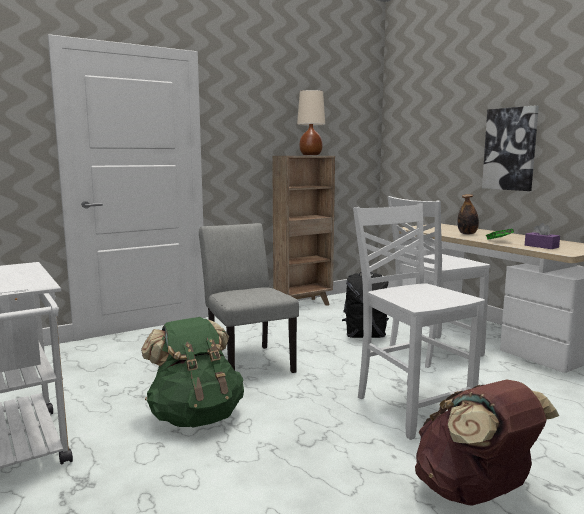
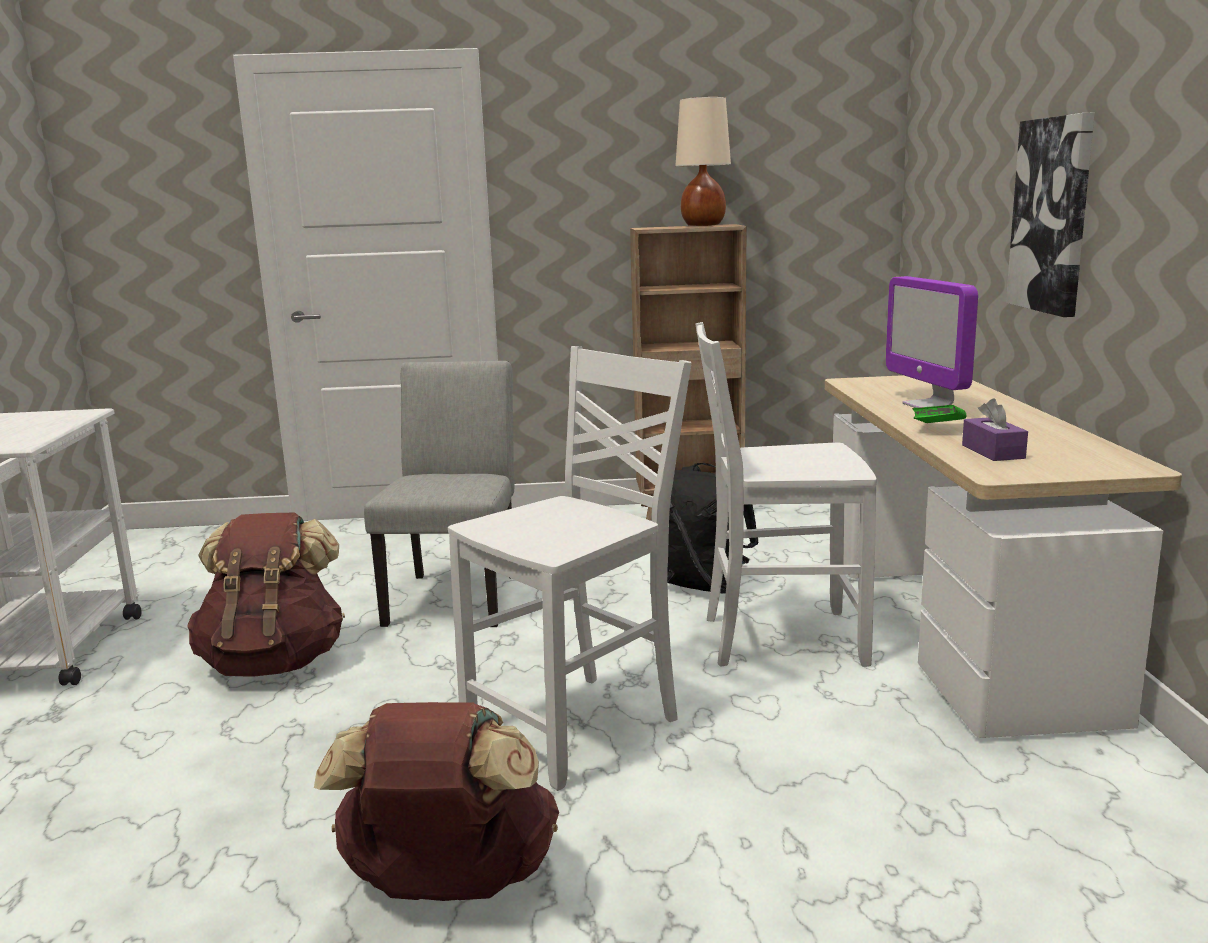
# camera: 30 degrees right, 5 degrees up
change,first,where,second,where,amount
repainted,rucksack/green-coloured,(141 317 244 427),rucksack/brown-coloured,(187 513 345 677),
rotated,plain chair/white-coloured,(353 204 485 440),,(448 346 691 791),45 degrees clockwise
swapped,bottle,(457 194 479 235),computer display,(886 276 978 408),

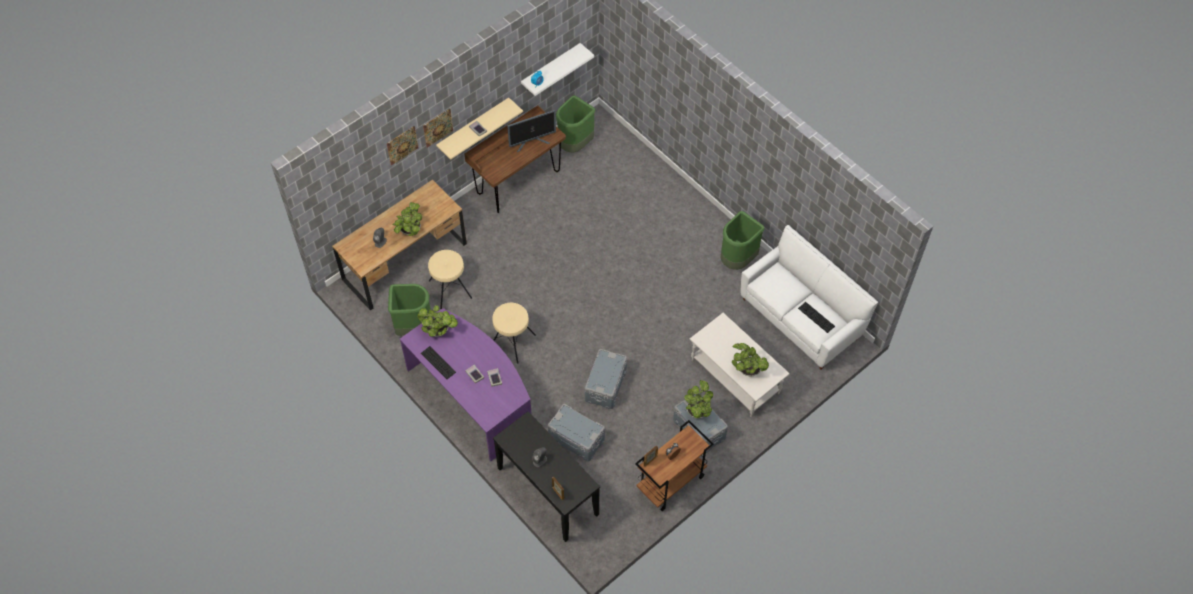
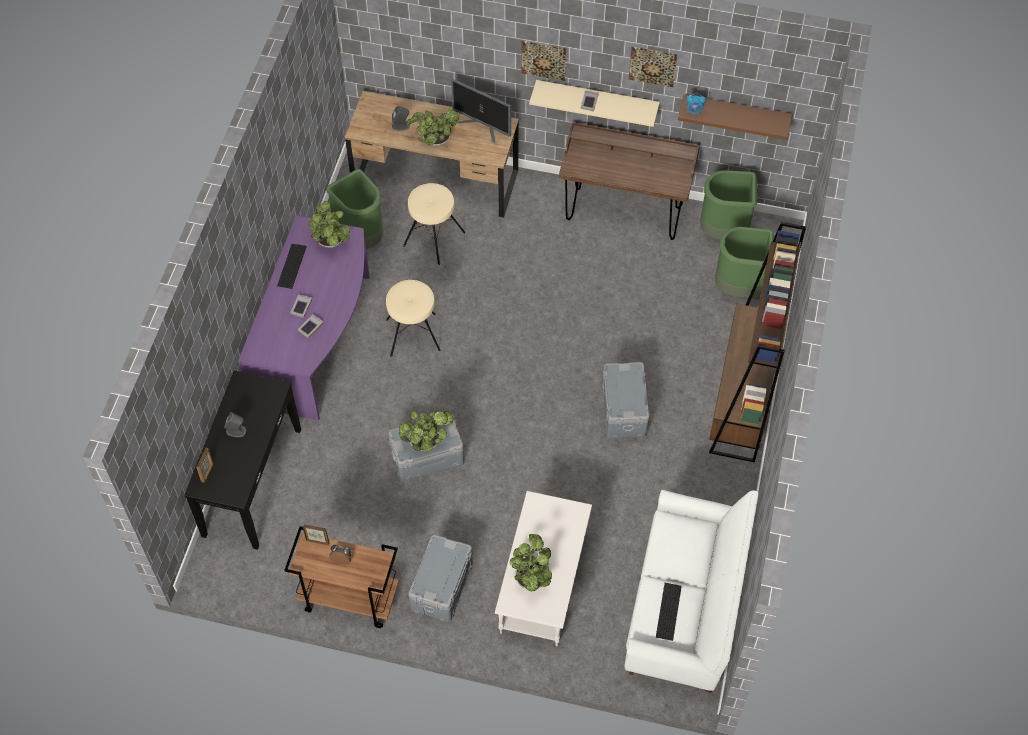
# camera: 55 degrees right, 0 degrees up
change,first,where,second,where,amount
shifted,houseplant,(684 380 713 418),,(399 411 454 452),
shifted,computer display,(507 110 556 152),,(451 78 511 143),
shifted,storage container/greyish,(548 404 605 461),,(602 362 650 438),
shifted,wall picture,(387 126 418 166),,(629 46 677 87),
repainted,bracket shelf/white-coloured,(521 43 594 96),bracket shelf/brown-coloured,(678 95 792 140),
new,,,bookcase/brown-coloured,(709 222 806 463),
shifted,waste bin/green-coloured,(721 211 765 270),,(715 227 774 300),

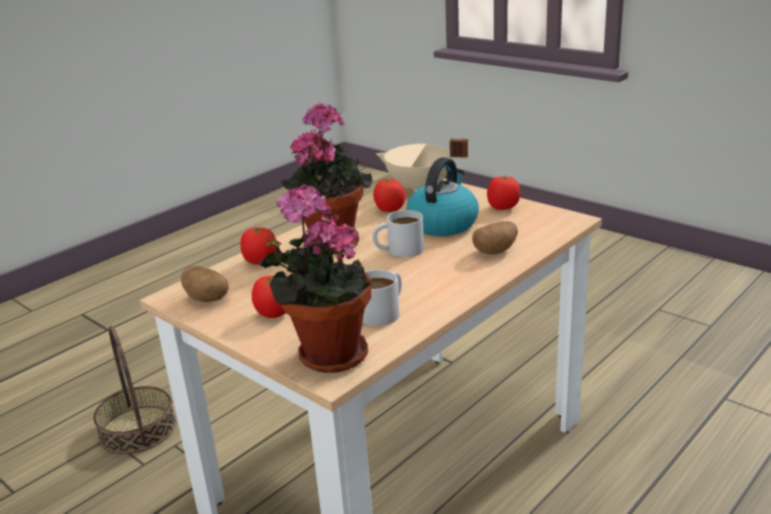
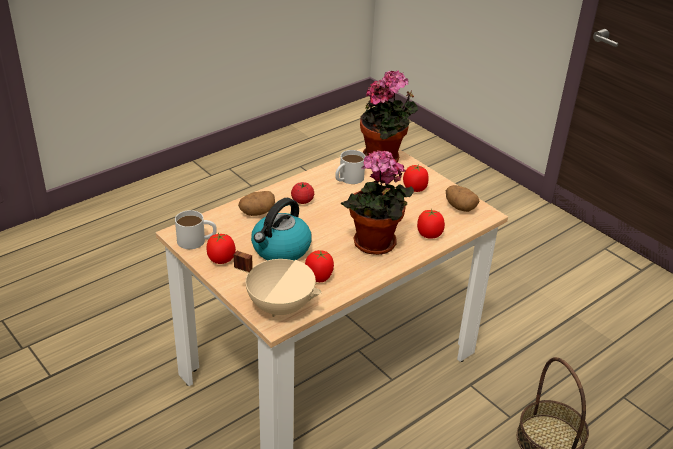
# camera: 175 degrees left, 10 degrees up
change,first,where,second,where,amount
shifted,tea mug/white-coloured,(373 210 424 257),,(175 210 217 249),
new,,,whole tomato,(291 182 314 204),

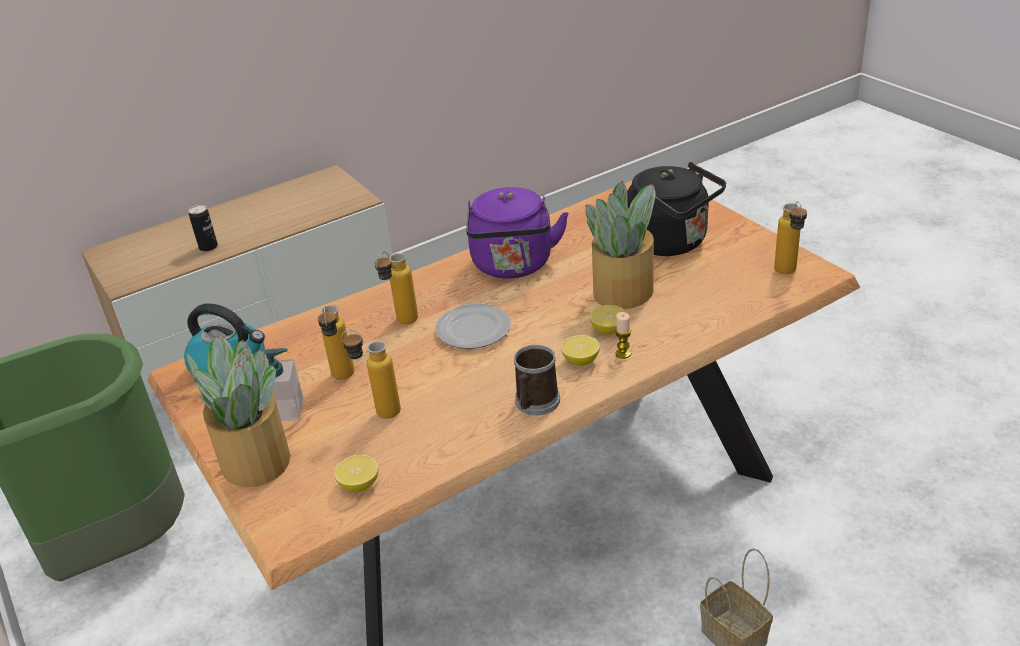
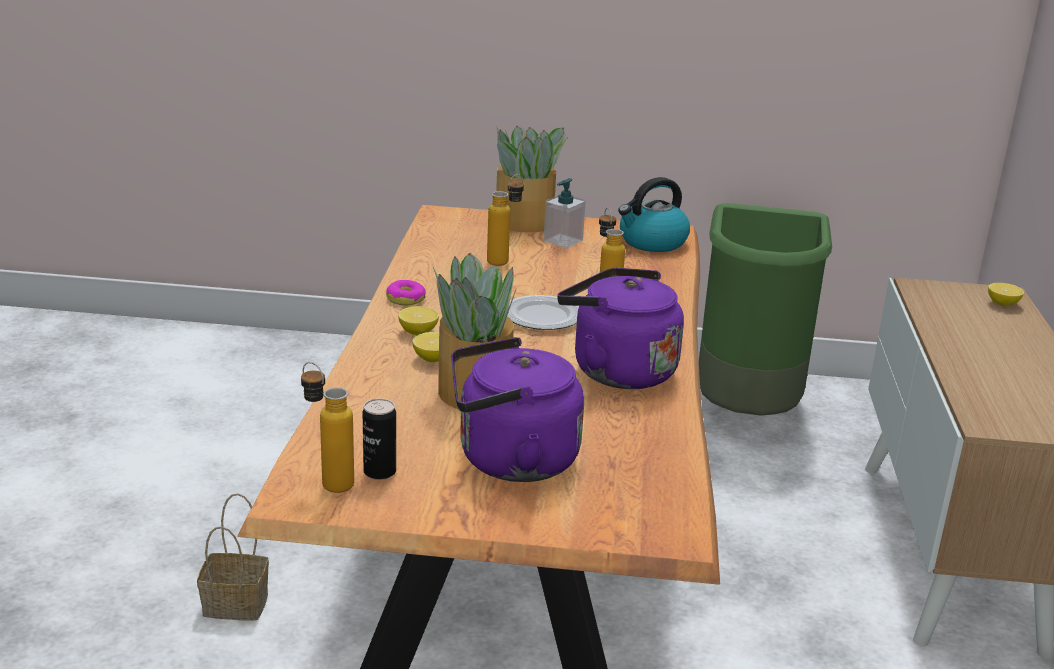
# camera: 125 degrees right, 10 degrees down
change,first,where,second,where,amount
shifted,sealed can,(188 205 218 252),,(363 398 396 480),
swapped,tea mug,(514 345 560 415),donut,(386 280 426 305),
repainted,water kettle/blackish,(627 162 726 256),water kettle/purple-coloured,(451 337 584 482),
shifted,lemon,(334 454 378 492),,(988 283 1024 306),
gone,bottle,(318 305 354 380),,,
gone,candle,(615 312 631 359),,,

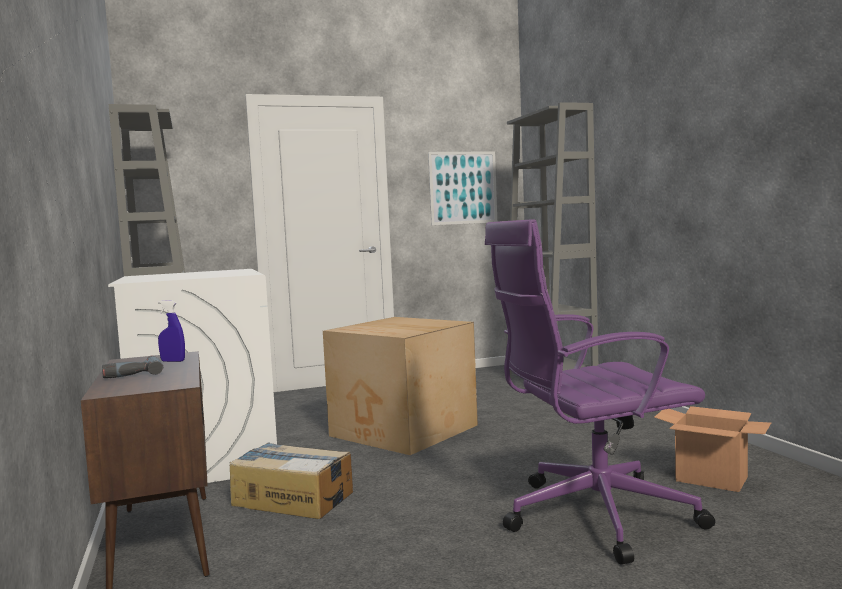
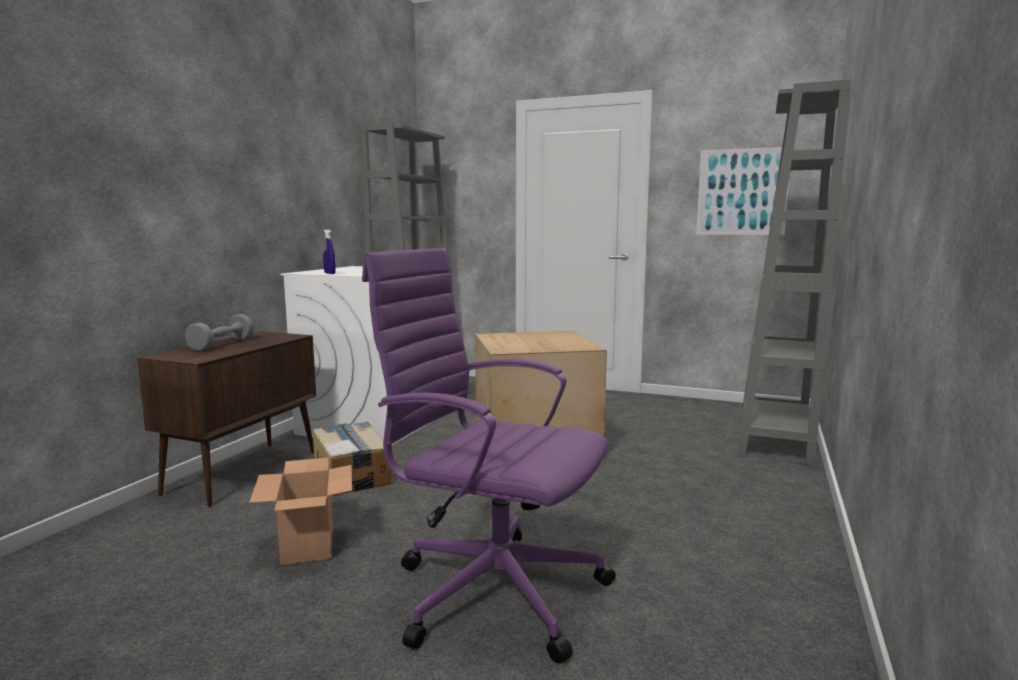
# camera: 40 degrees right, 5 degrees up
change,first,where,second,where,amount
swapped,power drill,(102 355 163 378),hand weight/greyish,(185 314 254 351),
shifted,packing box,(654 406 771 492),,(249 457 352 565),
shifted,sprayer/blue,(158 300 185 362),,(323 229 336 274),

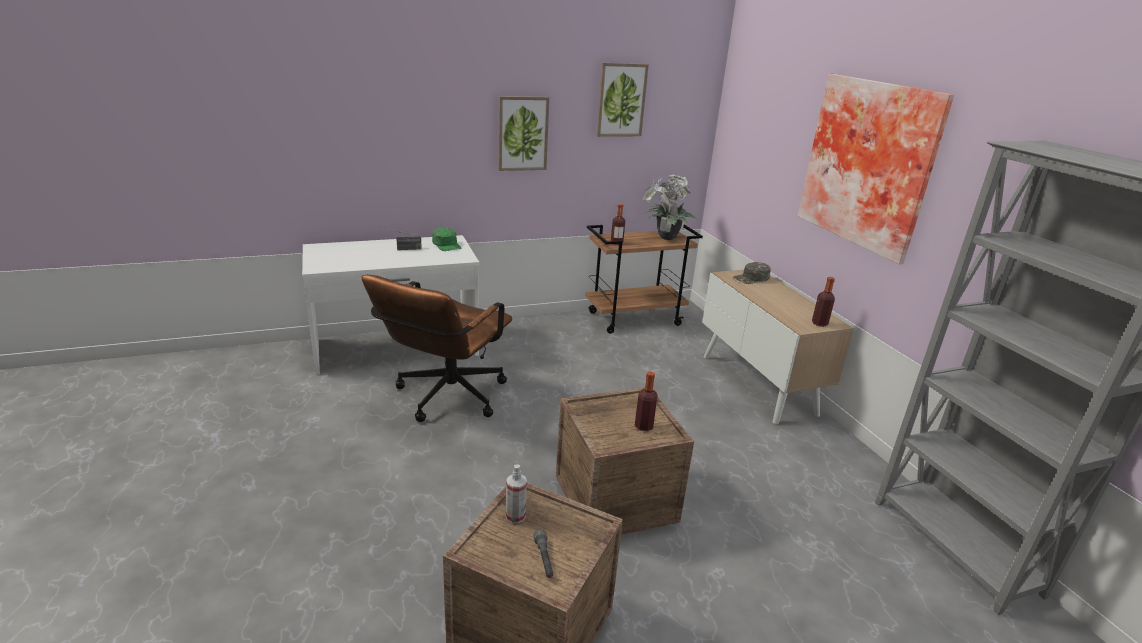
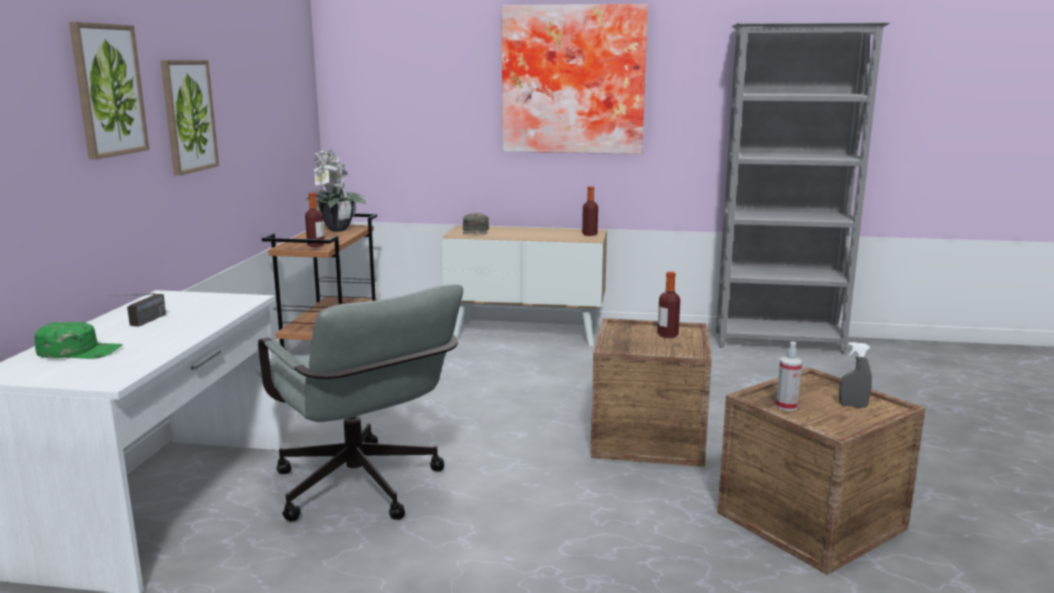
# camera: 60 degrees left, 10 degrees down
change,first,where,second,where,amount
shifted,peaked cap/green-coloured,(432 227 461 251),,(34 322 123 359),
shifted,wall picture,(596 63 649 137),,(69 22 149 160),
repainted,computer chair/brown-coloured,(361 275 512 422),computer chair/greyish,(256 284 463 522),
swapped,torch/greyish,(534 530 553 578),sprayer/greyish,(839 342 872 408),

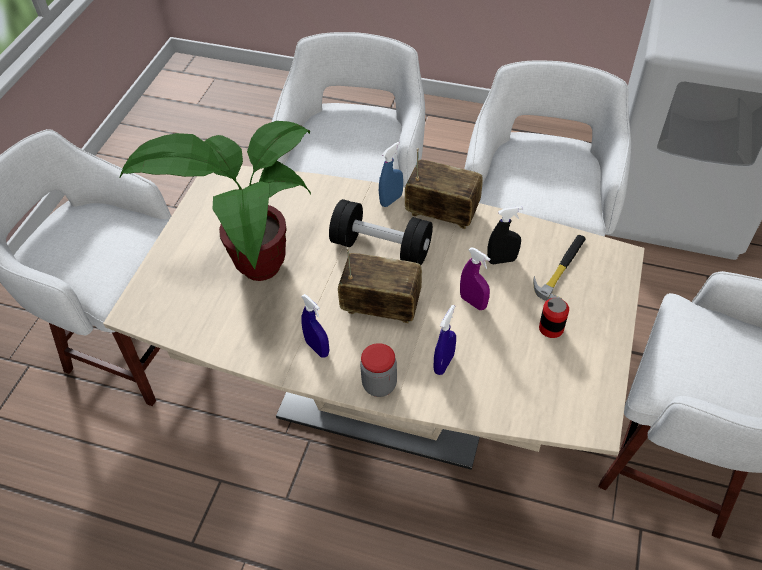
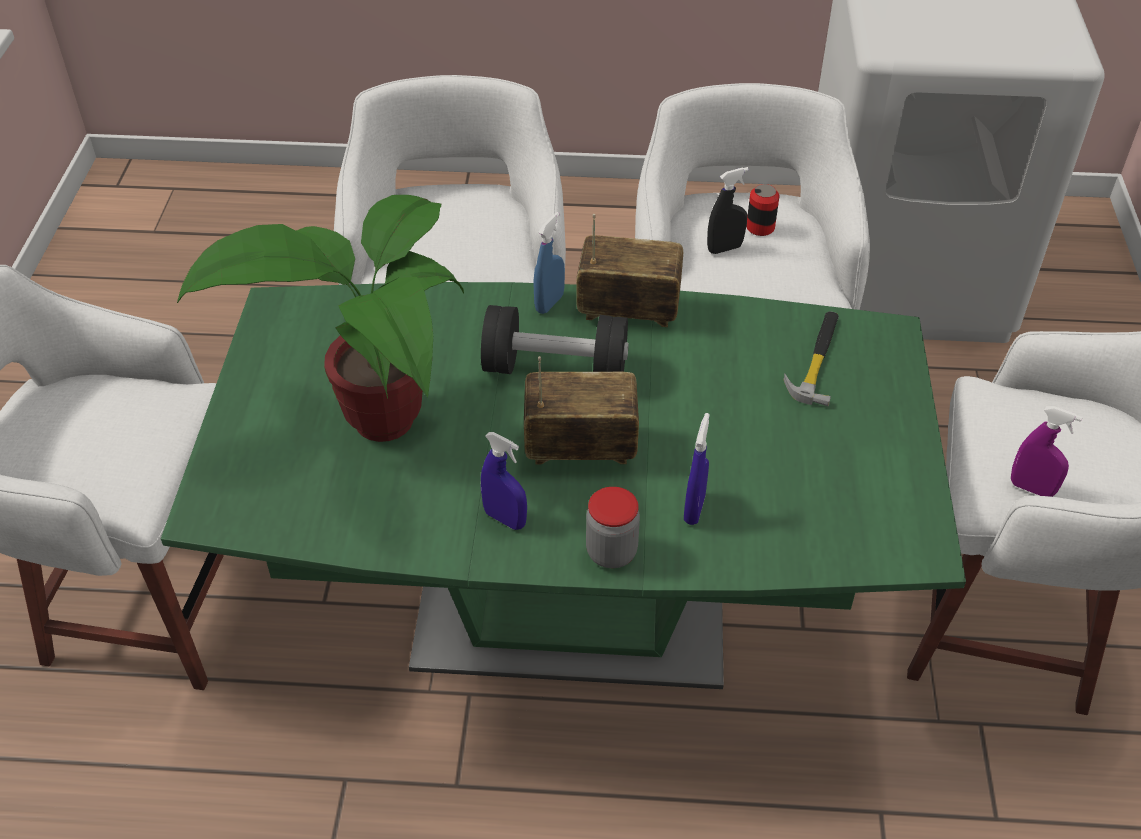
# camera: 15 degrees left, 5 degrees down
change,first,where,second,where,amount
repainted,dinner table/beige-coloured,(103 166 645 470),dinner table/green-coloured,(161 282 966 689),
shifted,sprayer/blackish,(487 206 523 264),,(707 167 749 254),
shifted,sealed can,(539 298 569 338),,(746 184 779 236),
shifted,sprayer/purple-coloured,(460 247 490 310),,(1011 406 1083 497),

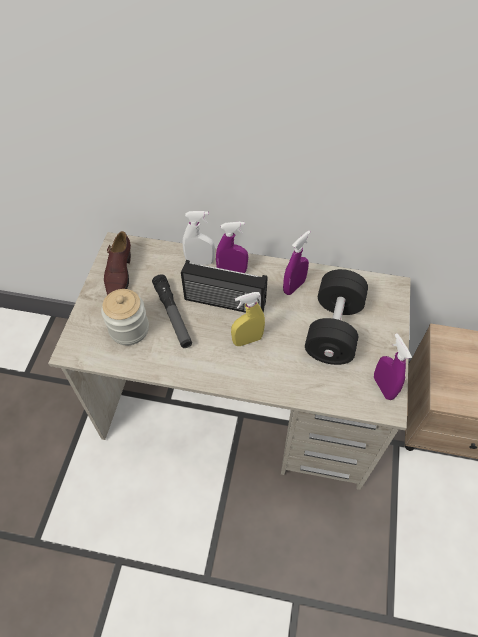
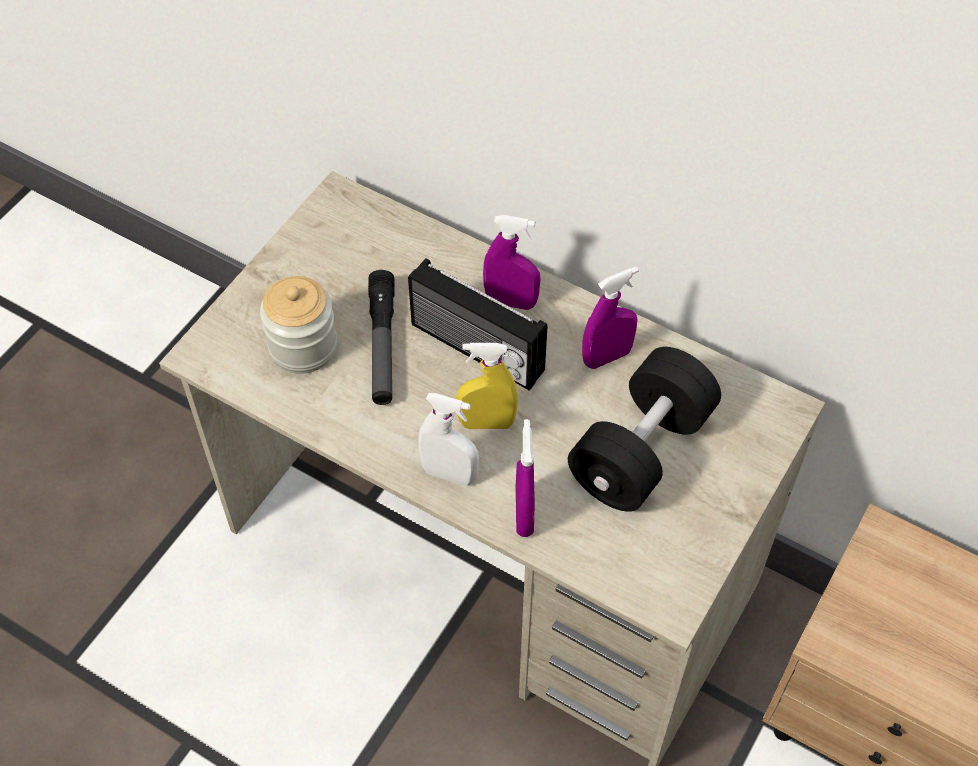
# camera: 20 degrees right, 0 degrees up
change,first,where,second,where,amount
shifted,sprayer/white-coloured,(183 211 215 265),,(418 393 479 486),
shifted,sprayer/purple-coloured,(374 333 412 400),,(515 419 535 537),
gone,item of footwear/brown-coloured,(104 231 131 295),,,

